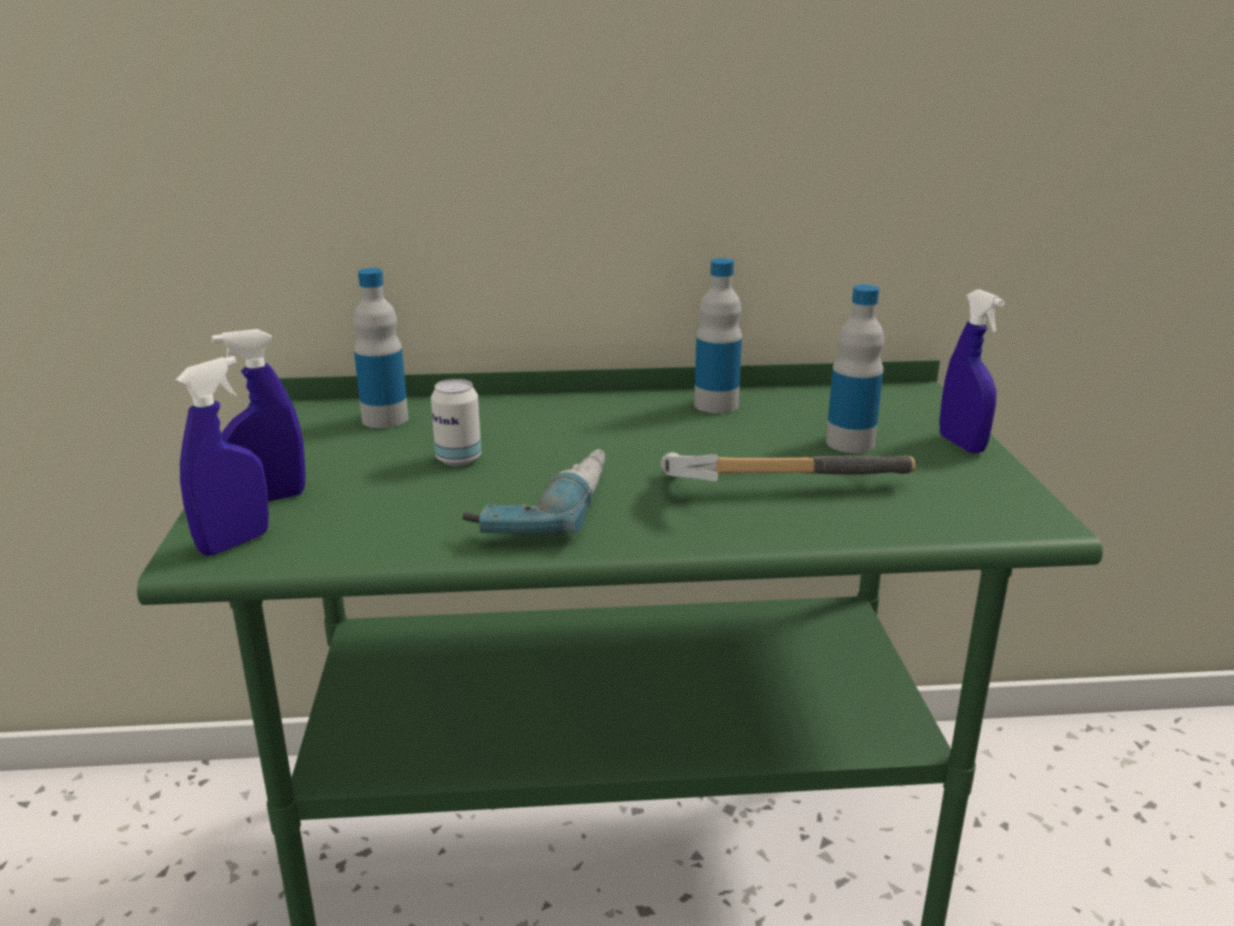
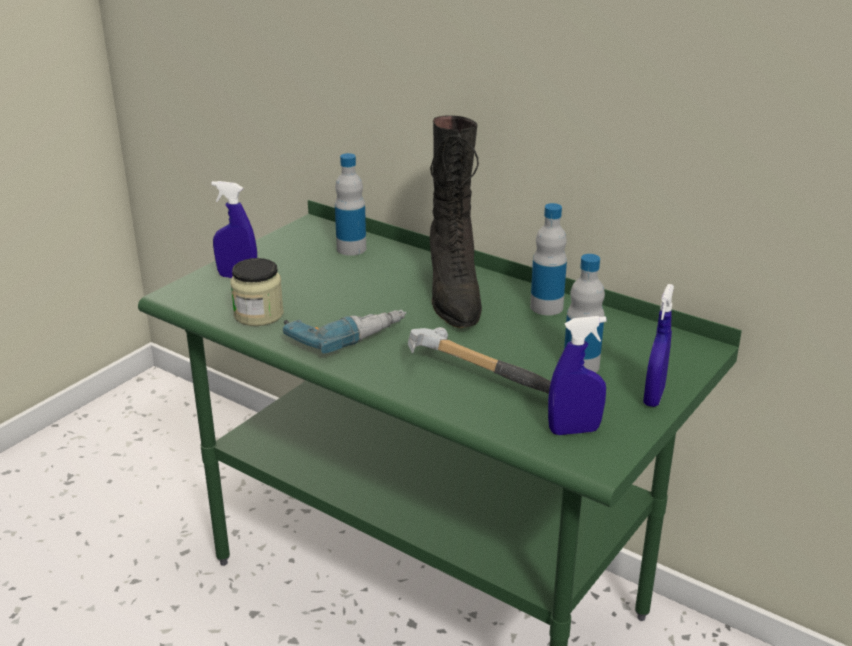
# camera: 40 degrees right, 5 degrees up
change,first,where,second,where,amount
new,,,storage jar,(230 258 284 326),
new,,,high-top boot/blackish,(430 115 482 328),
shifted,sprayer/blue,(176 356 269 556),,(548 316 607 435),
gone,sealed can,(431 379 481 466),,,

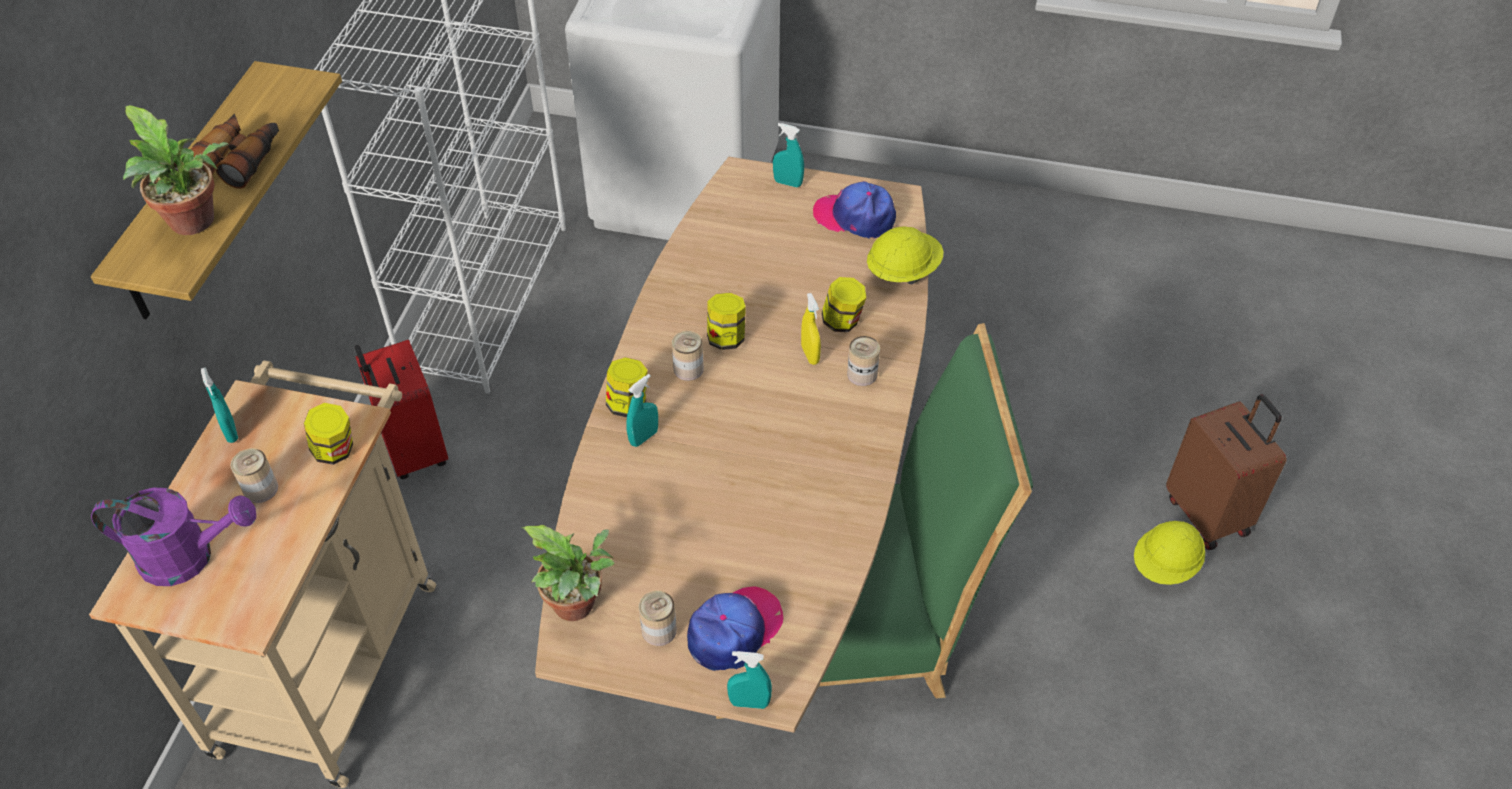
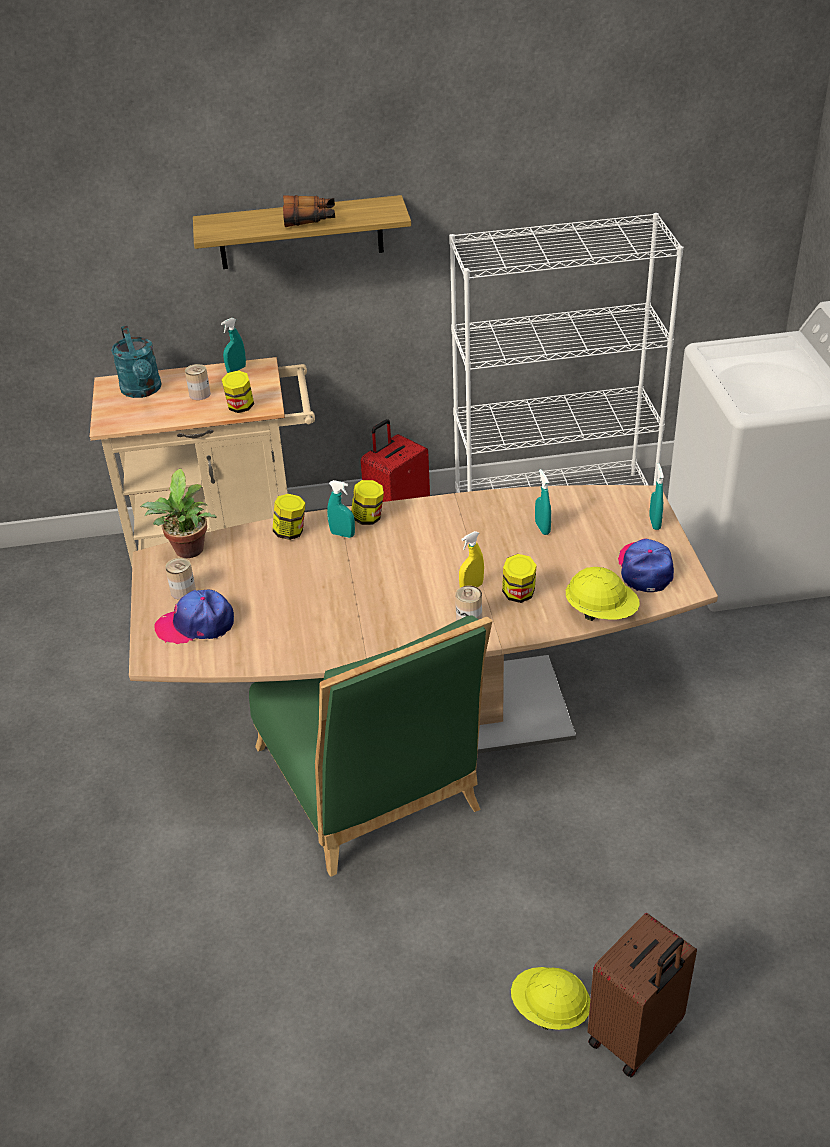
# camera: 70 degrees right, 10 degrees down
change,first,where,second,where,amount
repainted,watering can/purple-coloured,(91 487 256 586),watering can/blue-green,(111 326 162 398),
rotated,peaked cap,(687 586 783 671),,(155 590 234 644),150 degrees clockwise
shifted,storage jar,(707 293 746 350),,(272 494 305 540),
shifted,sprayer/blue-green,(727 651 772 709),,(535 469 551 535),
gone,houseplant,(123 105 229 235),,,
gone,sealed can,(672 331 704 381),,,

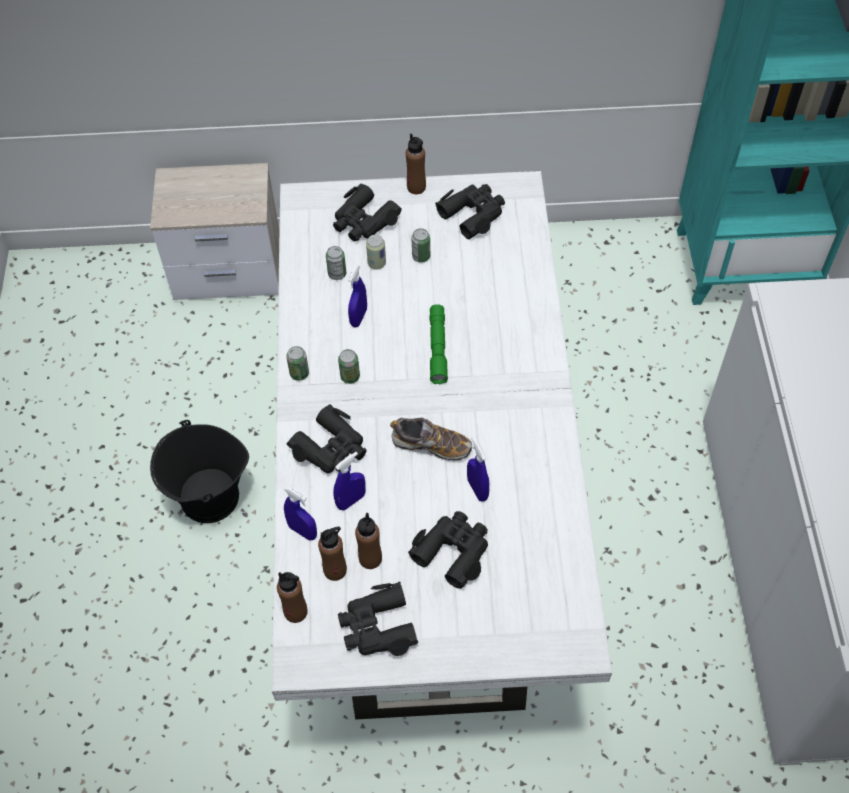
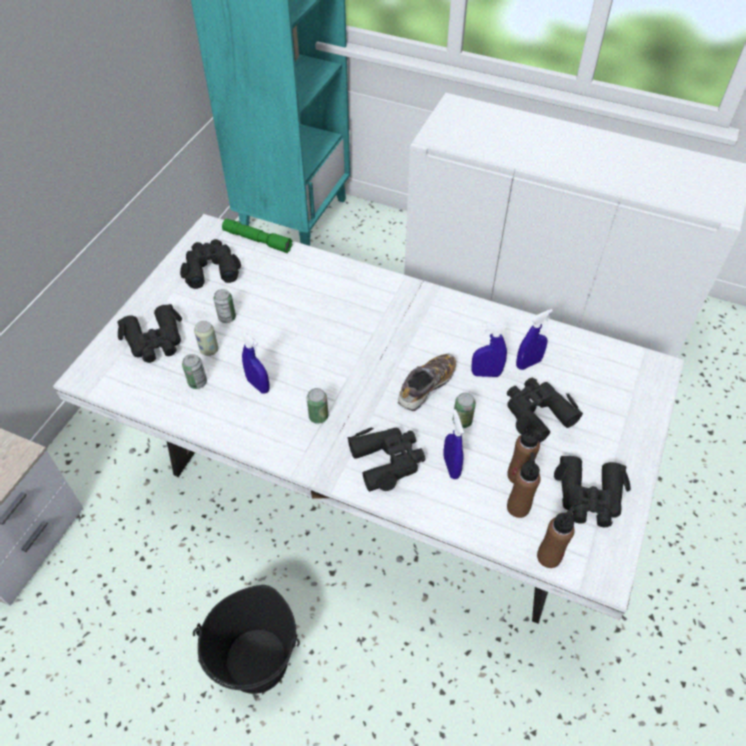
# camera: 65 degrees left, 5 degrees down
change,first,where,second,where,amount
shifted,torch/green-coloured,(429 304 448 385),,(222 219 292 253),
shifted,sealed can,(286 346 309 381),,(453 393 476 428),
shifted,sprayer/blue,(284 486 317 541),,(516 309 553 370),
gone,bottle/brown-coloured,(406 133 426 194),,,

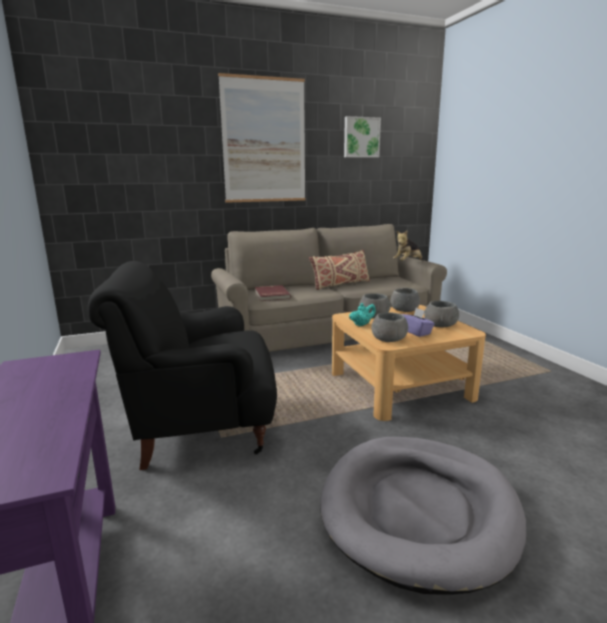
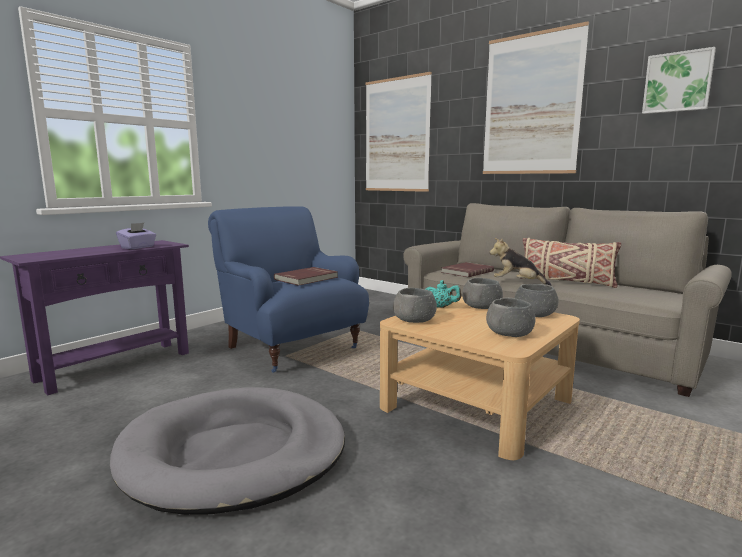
# camera: 60 degrees right, 5 degrees down
change,first,where,second,where,amount
shifted,tissue box/purple-coloured,(401 308 435 337),,(116 223 156 249),
repainted,armchair/blackish,(88 261 277 470),armchair/blue,(208 206 369 373),
new,,,volume/red,(274 267 338 286),
new,,,wall picture,(365 72 432 192),
shifted,plush toy,(393 230 422 261),,(489 238 552 286),

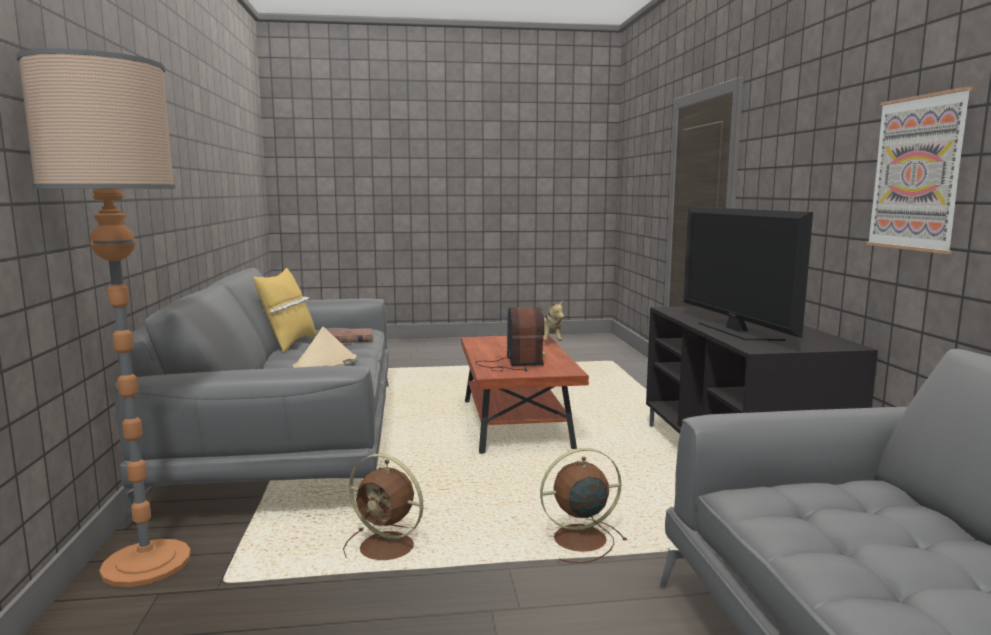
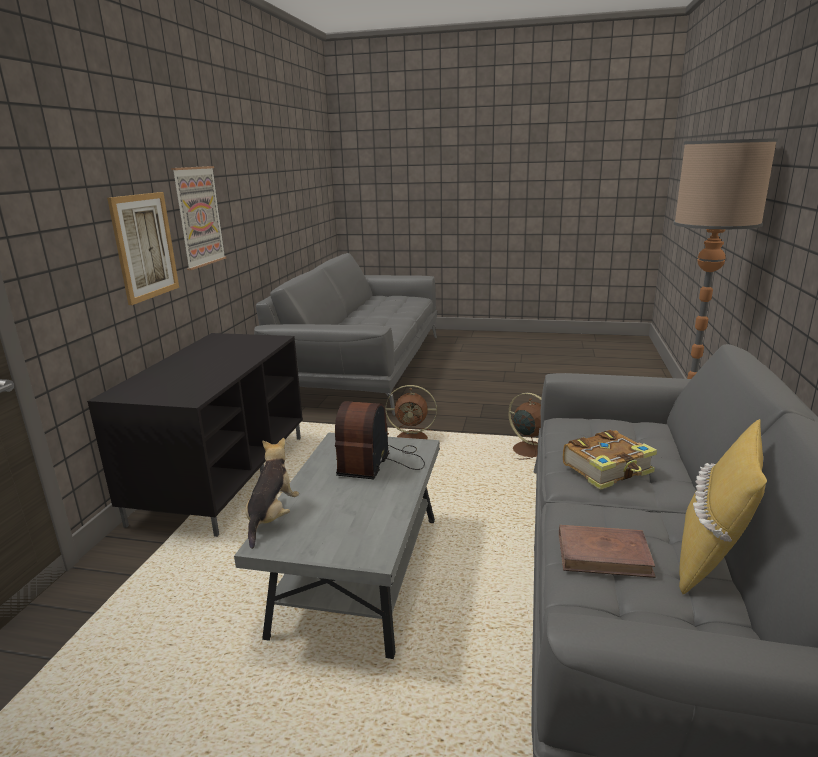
# camera: 160 degrees left, 10 degrees up
change,first,where,second,where,amount
new,,,wall picture,(107 192 179 305),
repainted,lounge table/brown-coloured,(461 335 589 454),lounge table/greyish,(234 432 440 659),
swapped,clothing hat/beige-coloured,(293 327 357 368),volume,(563 430 657 490),
gone,TV set,(683 207 813 341),,,

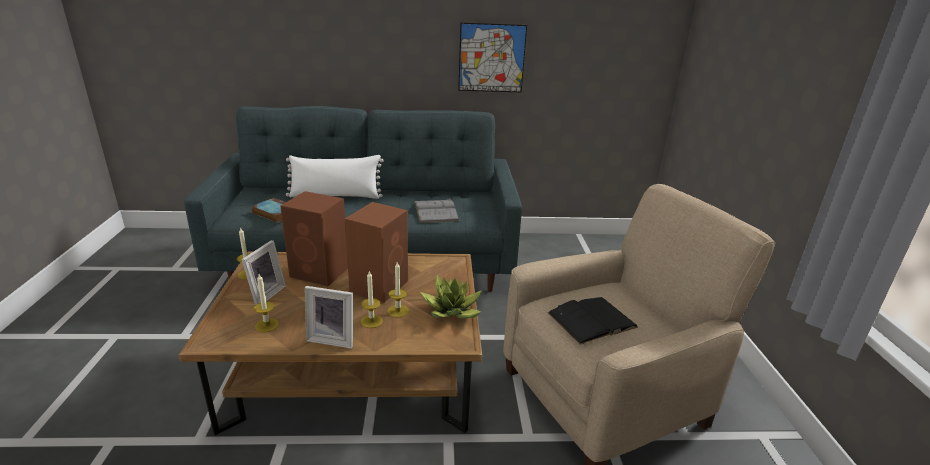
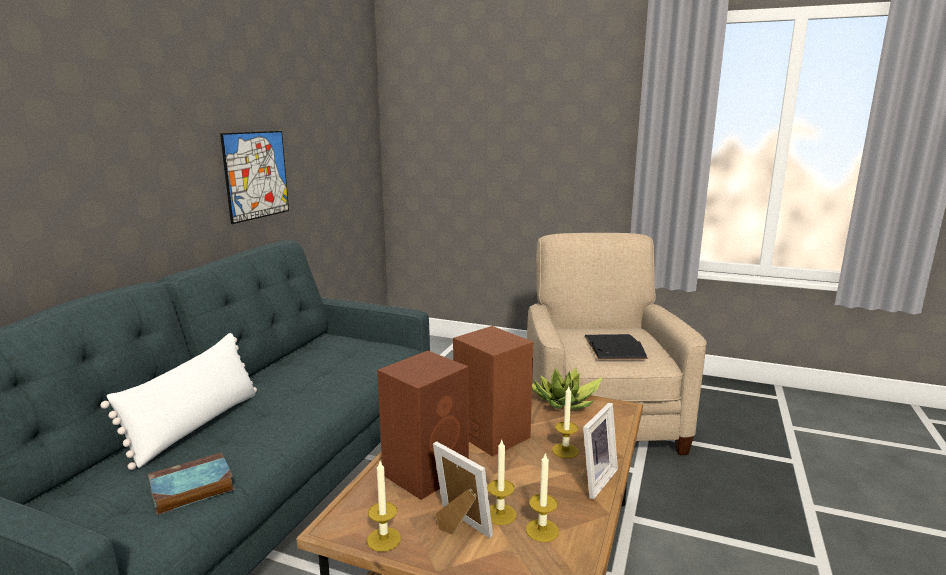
# camera: 65 degrees left, 10 degrees down
change,first,where,second,where,amount
shifted,candle,(387 262 409 318),,(487 440 516 525),
gone,volume/greyish,(414 198 459 223),,,

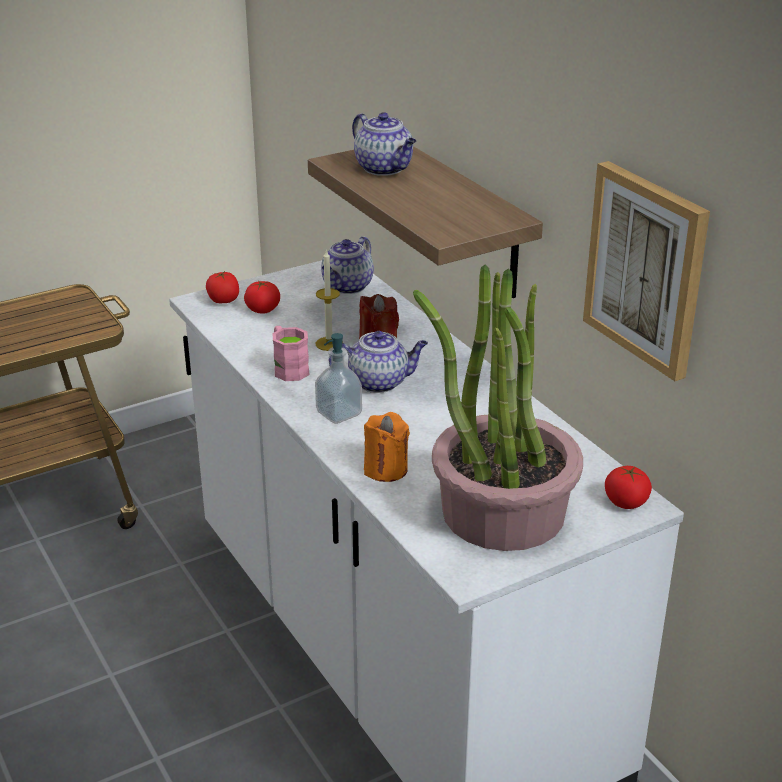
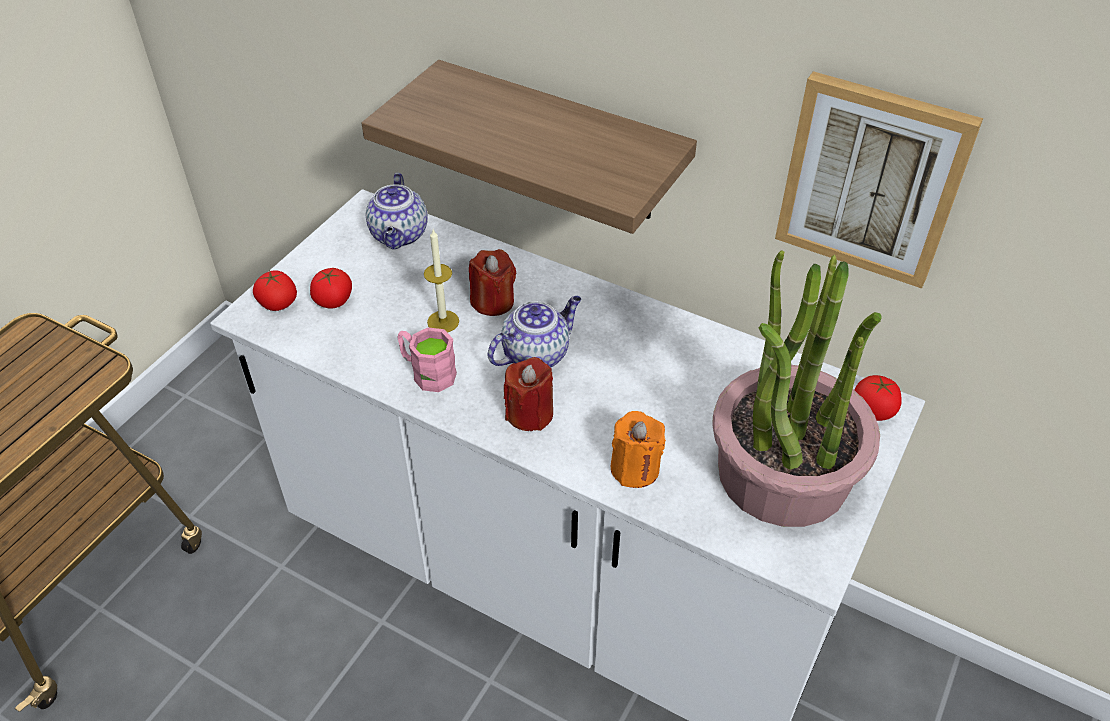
# camera: 30 degrees left, 15 degrees up
change,first,where,second,where,amount
swapped,soap dispenser,(315 333 362 424),candle/red,(504 357 553 431),
gone,teapot,(352 112 416 176),,,

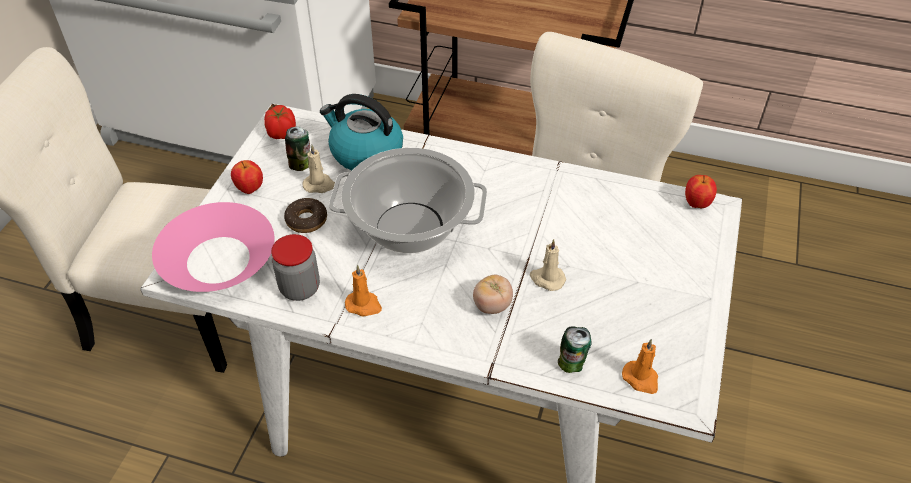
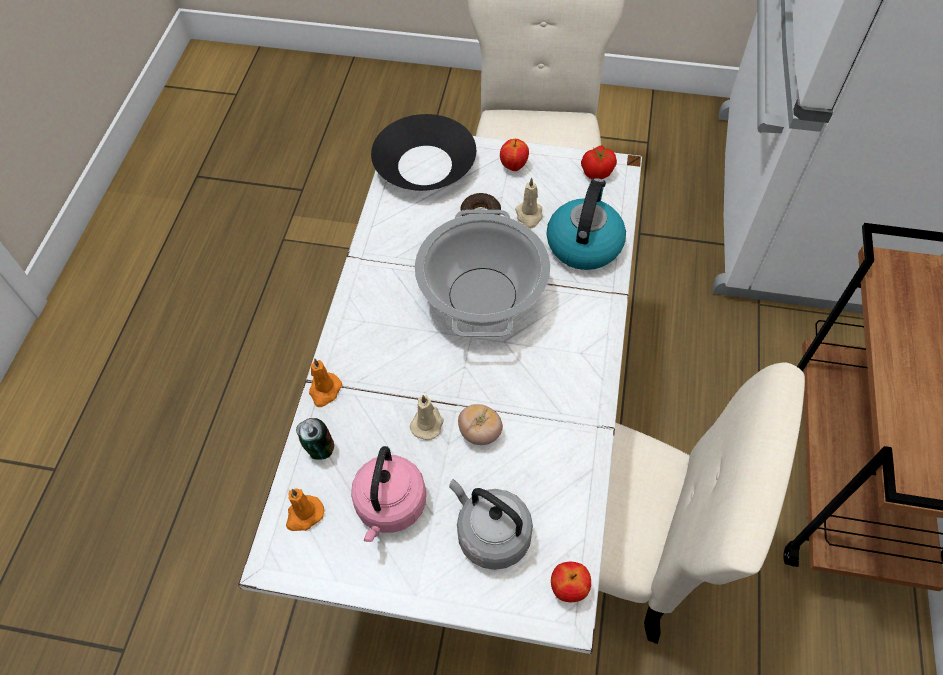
# camera: 85 degrees right, 10 degrees up
change,first,where,second,where,amount
shifted,candle/orange,(345 265 382 316),,(309 358 342 407),
new,,,water kettle/pink,(351 446 426 542),
repainted,serving bowl/pink,(152 202 275 292),serving bowl/blackish,(371 114 476 191),
new,,,water kettle/greyish,(449 479 533 570),
shifted,whole tomato,(473 275 513 314),,(458 404 503 445),
gone,storage jar,(271 234 320 301),,,
gone,sealed can,(285 127 310 171),,,

